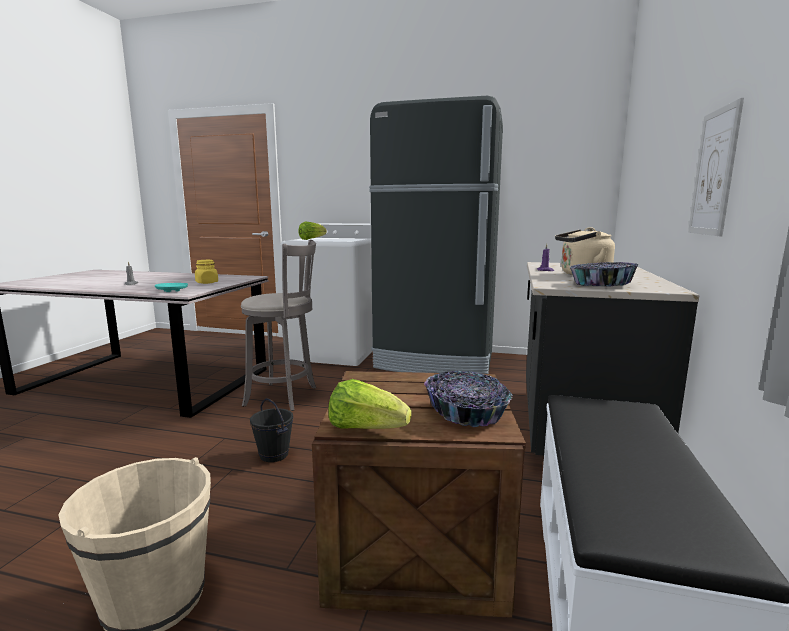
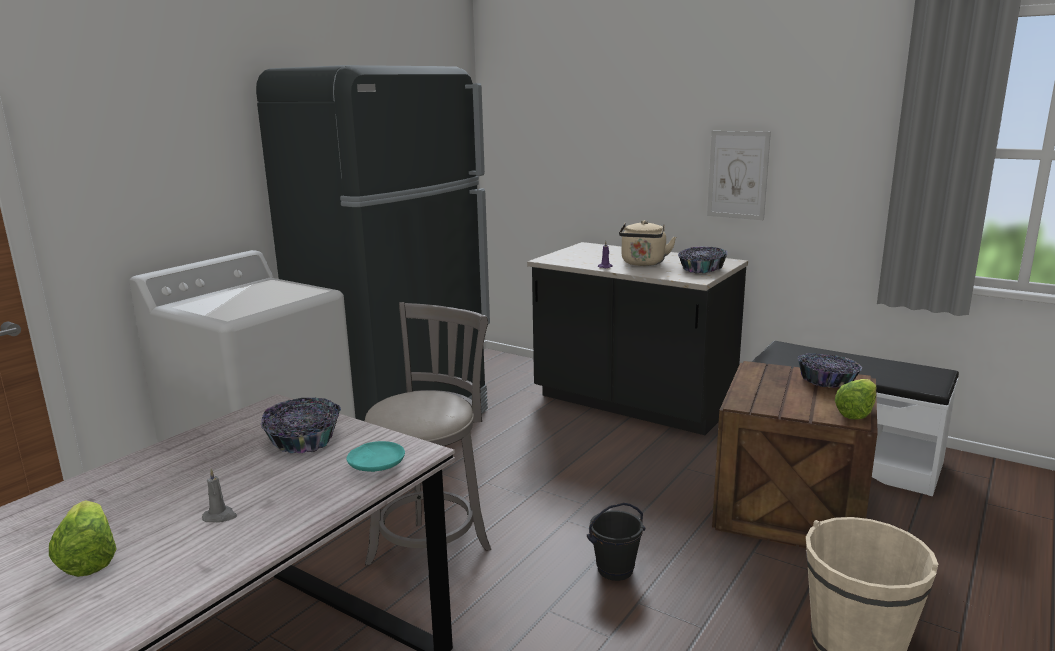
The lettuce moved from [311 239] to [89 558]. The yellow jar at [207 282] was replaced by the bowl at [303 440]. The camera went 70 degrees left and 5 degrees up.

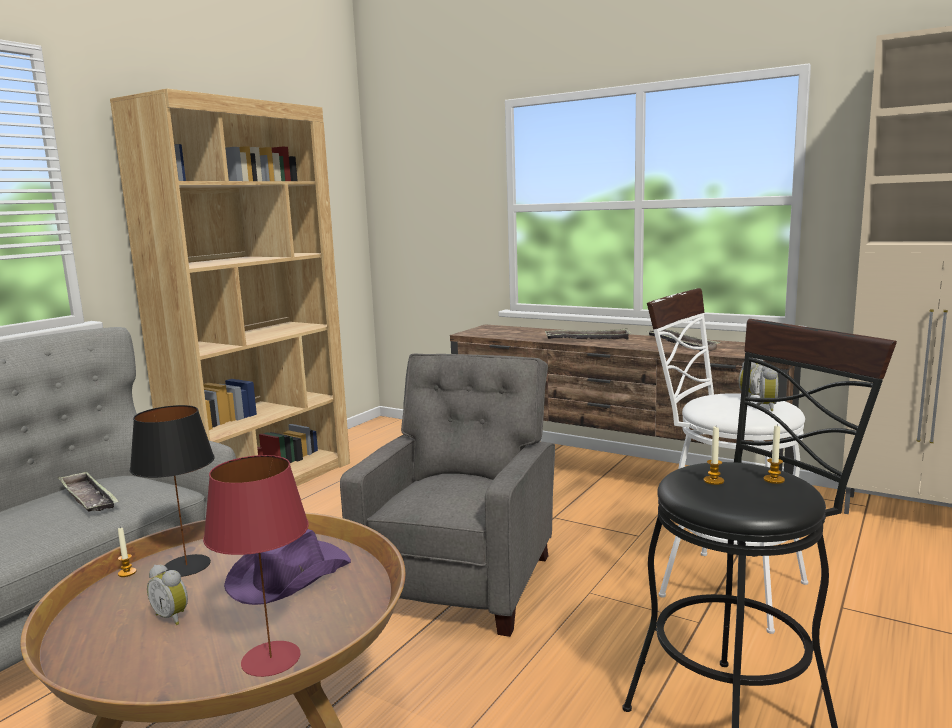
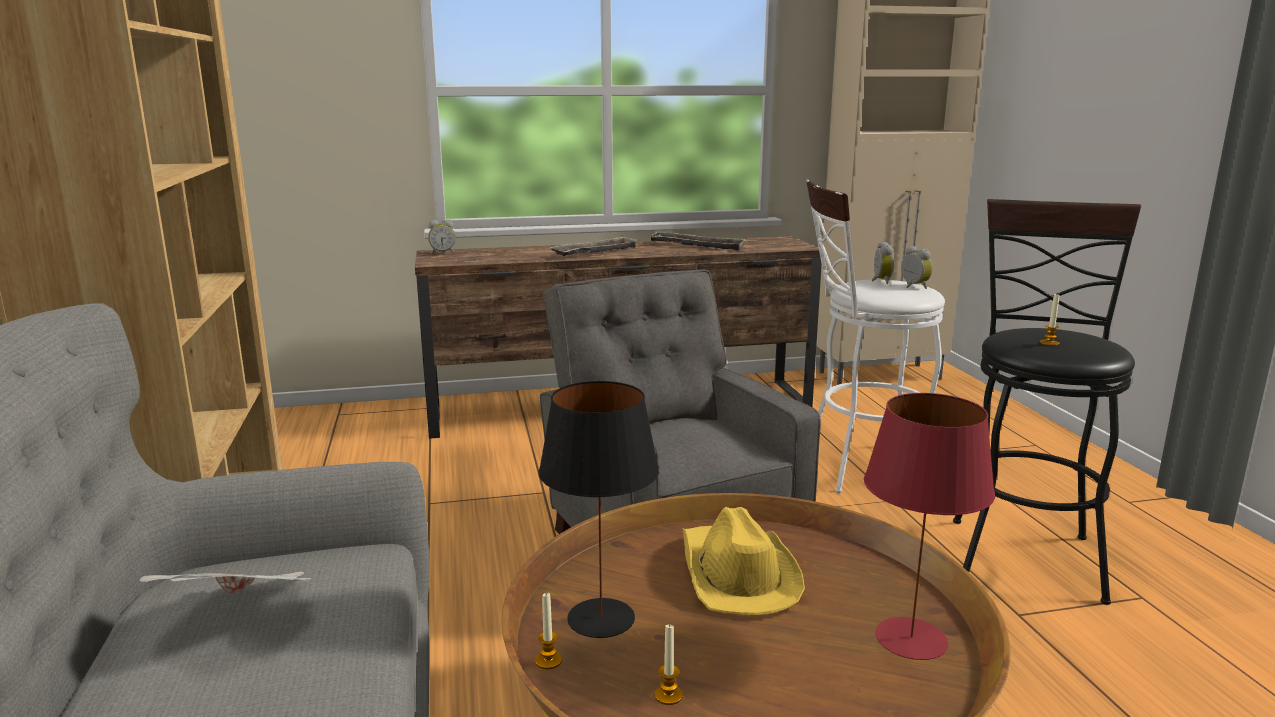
The alarm clock moved from [173 617] to [443 253]. The candle moved from [774 480] to [668 695]. The tray at [88 498] was replaced by the newspaper at [243 613]. The purple hat at [288 576] became the yellow hat at [736 573]. The camera went 45 degrees left and 5 degrees up.

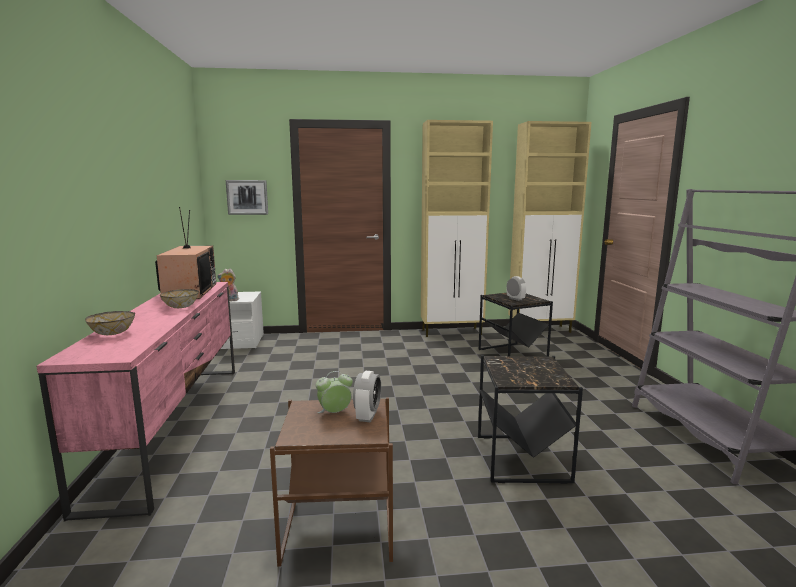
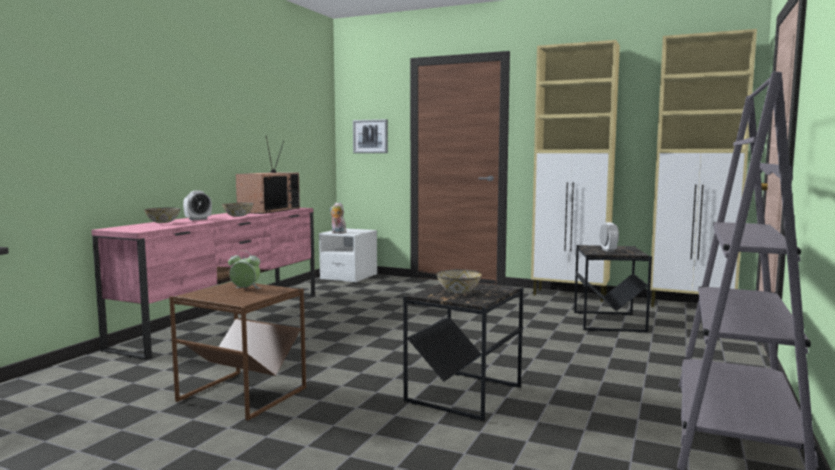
The bowl at [458 292] appeared. The alarm clock moved from [367 416] to [198 219]. The camera went 30 degrees right and 5 degrees down.

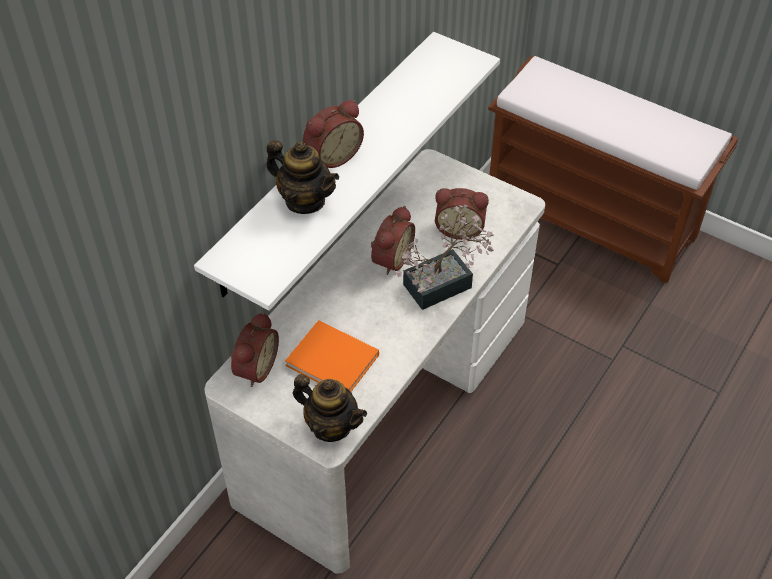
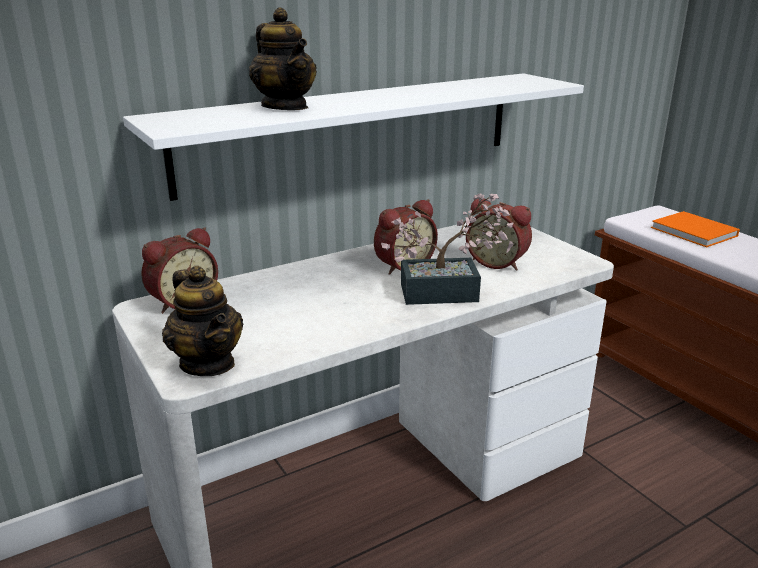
The alarm clock at [332 155] disappeared. The orange book moved from [334 361] to [695 232]. The camera went 25 degrees right and 25 degrees down.

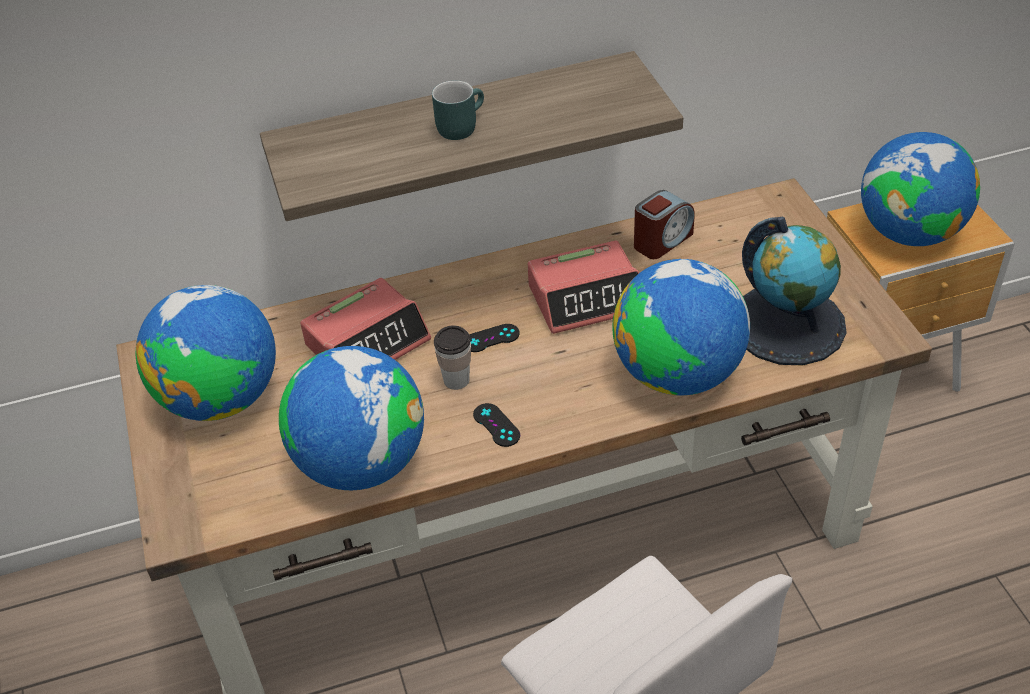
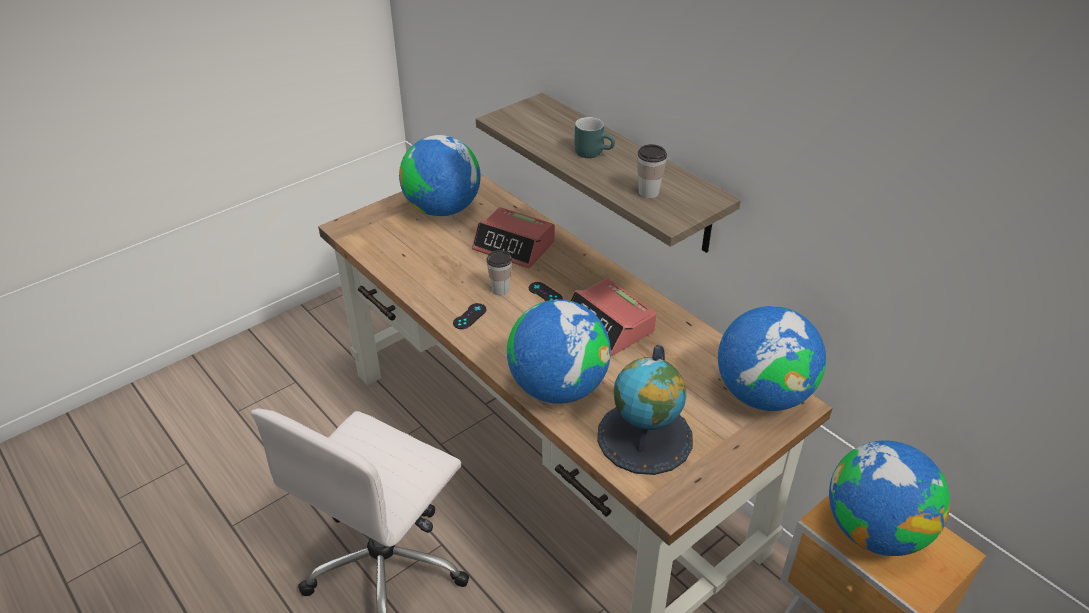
The alarm clock at [662 241] disappeared. The cup at [648 192] appeared. The globe moved from [361 464] to [762 395]. The camera went 65 degrees right and 5 degrees down.

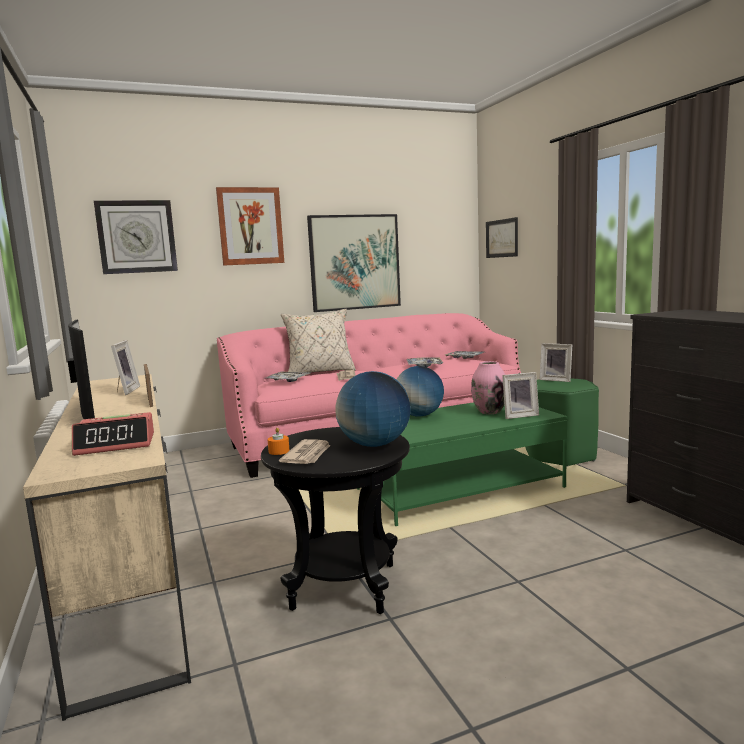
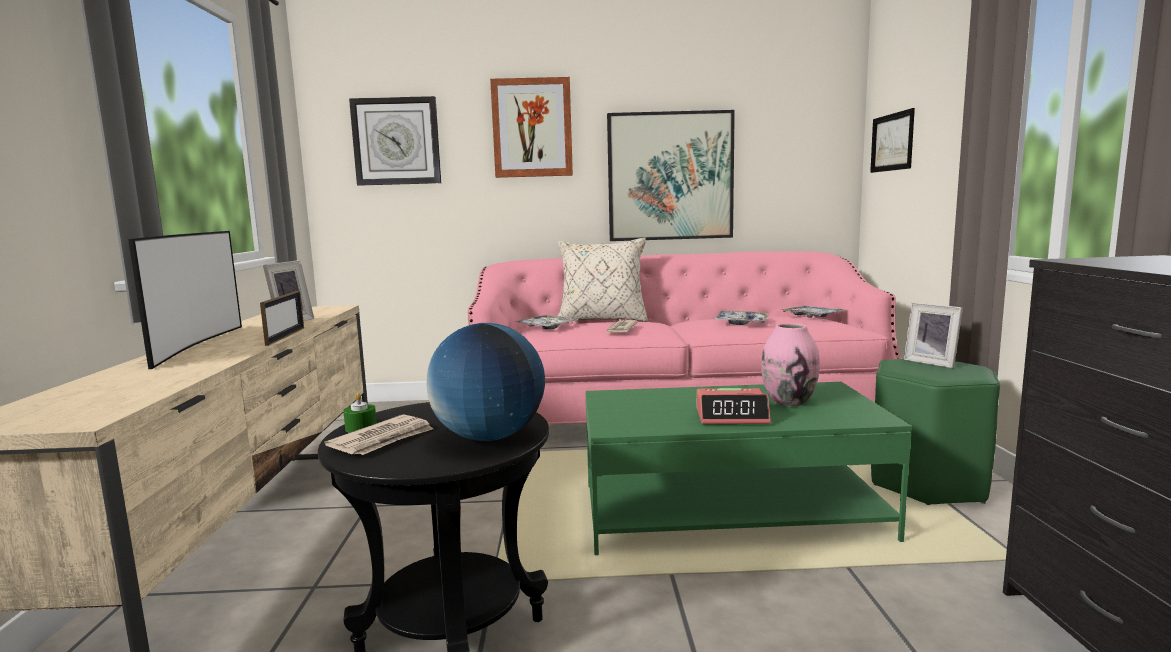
The globe at [419 415] disappeared. The picture frame at [519 415] disappeared. The alarm clock moved from [116 444] to [732 416]. The orange candle at [279 451] became the green candle at [361 427]. The camera went 20 degrees right and 0 degrees up.

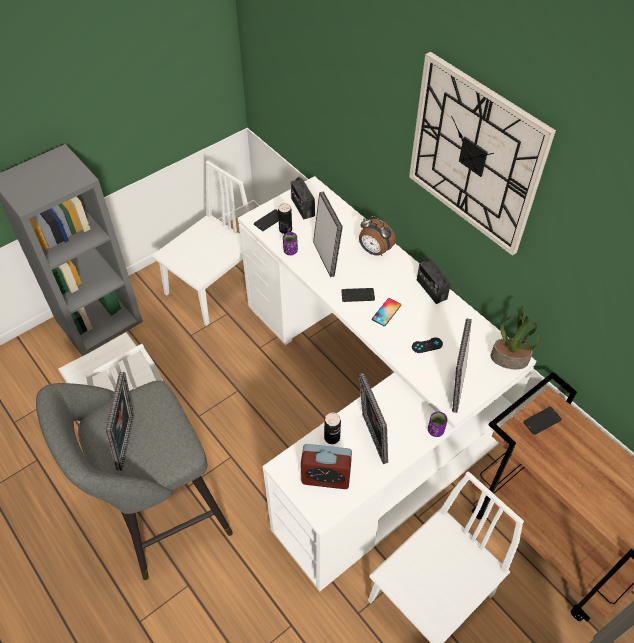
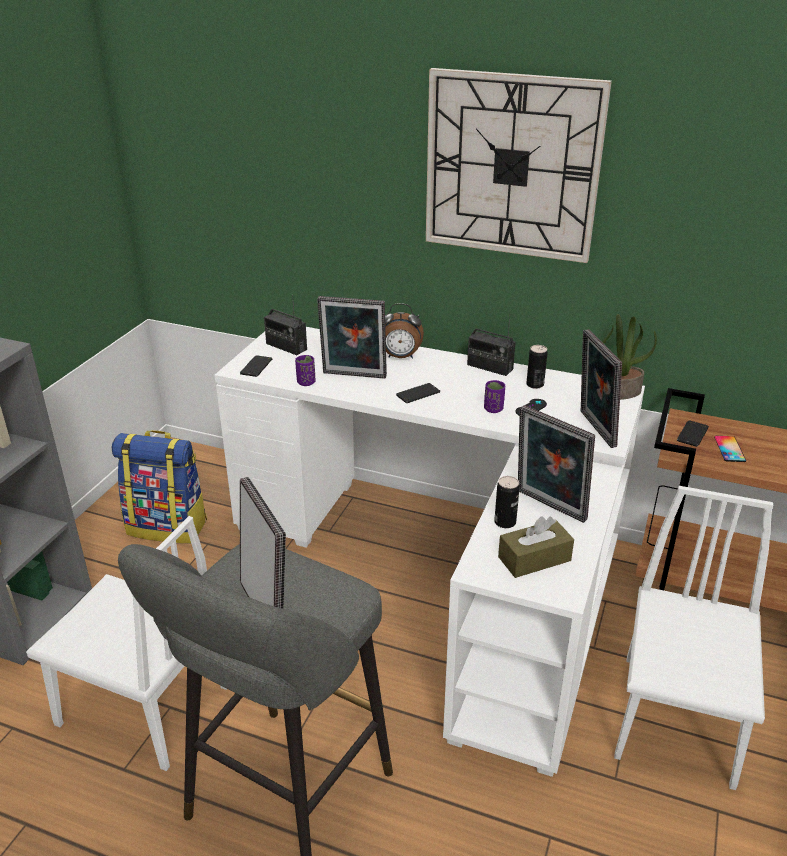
The can moved from [285 229] to [535 384]. The phone moved from [386 312] to [729 449]. The purple cup moved from [435 430] to [493 409]. The white chair at [212 288] was replaced by the backpack at [168 526]. The alarm clock at [326 477] was replaced by the brown tissue box at [534 559]. The picture frame at [326 258] turned 150 degrees clockwise. The camera went 30 degrees left and 20 degrees down.

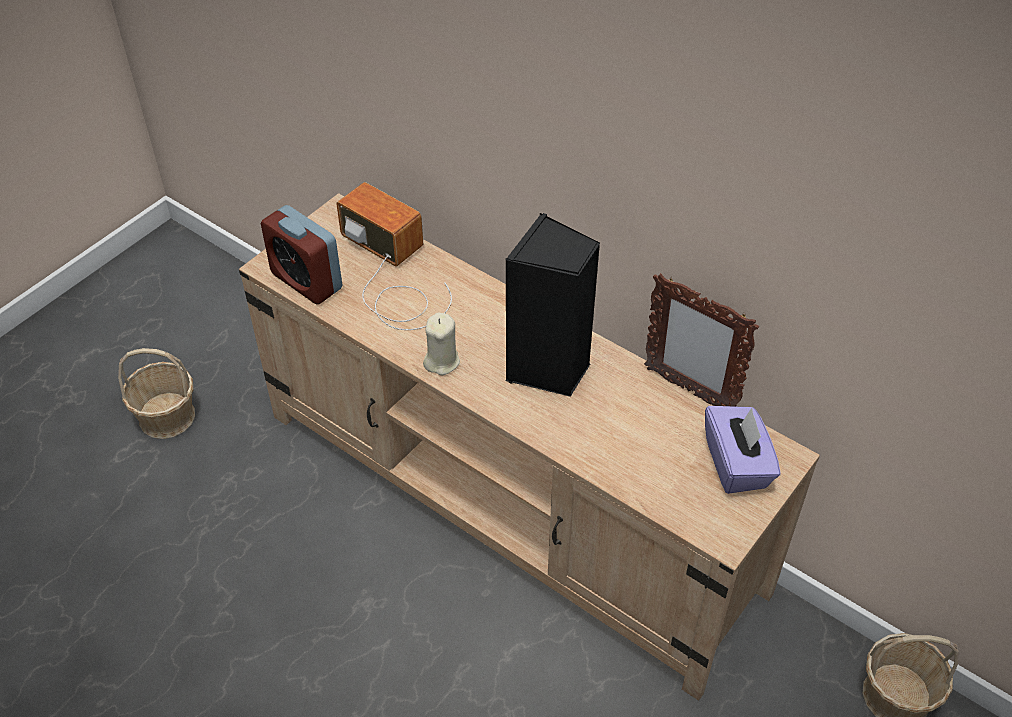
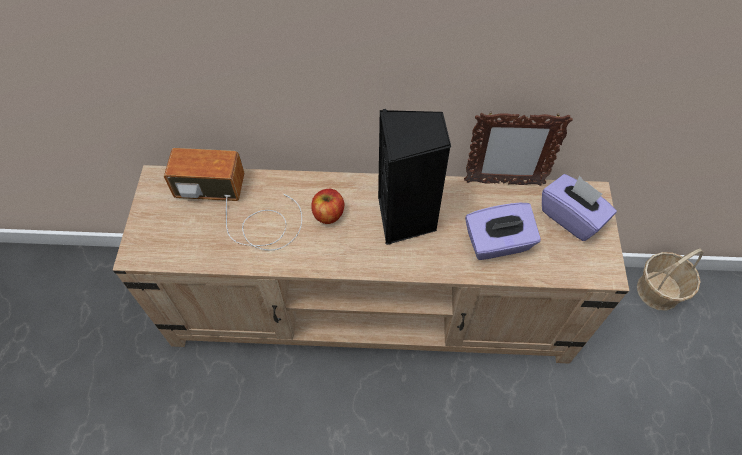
The basket at [166 416] disappeared. The alarm clock at [306 281] disappeared. The beige candle at [441 361] disappeared. The apple at [328 214] appeared. The purple tissue box at [498 243] appeared. The camera went 35 degrees left and 10 degrees up.

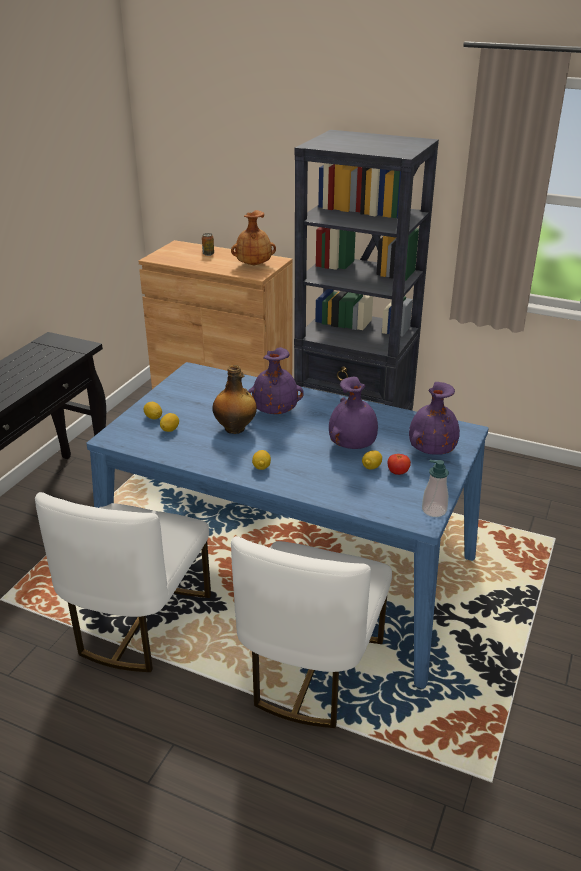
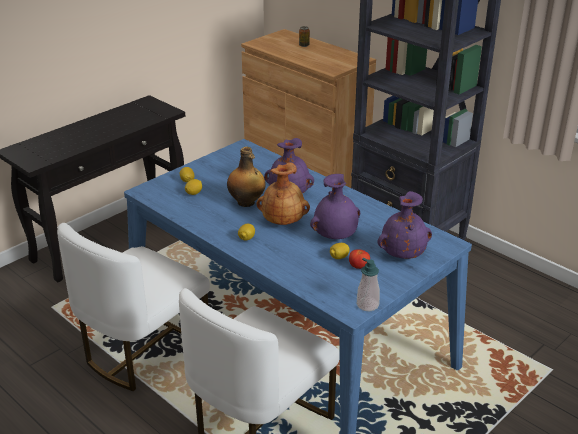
The brown vase moved from [253 265] to [283 221]. The camera went 20 degrees right and 0 degrees up.

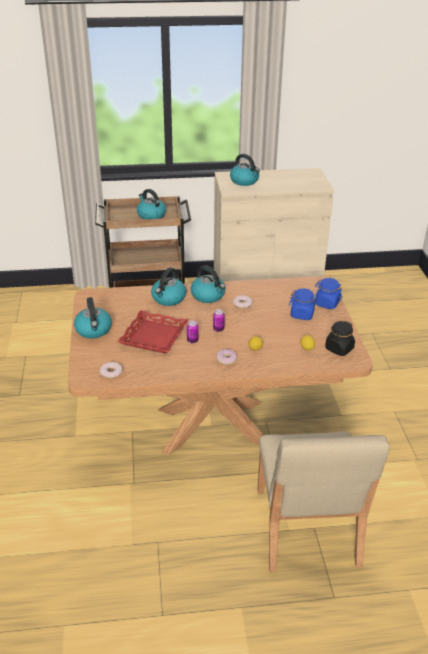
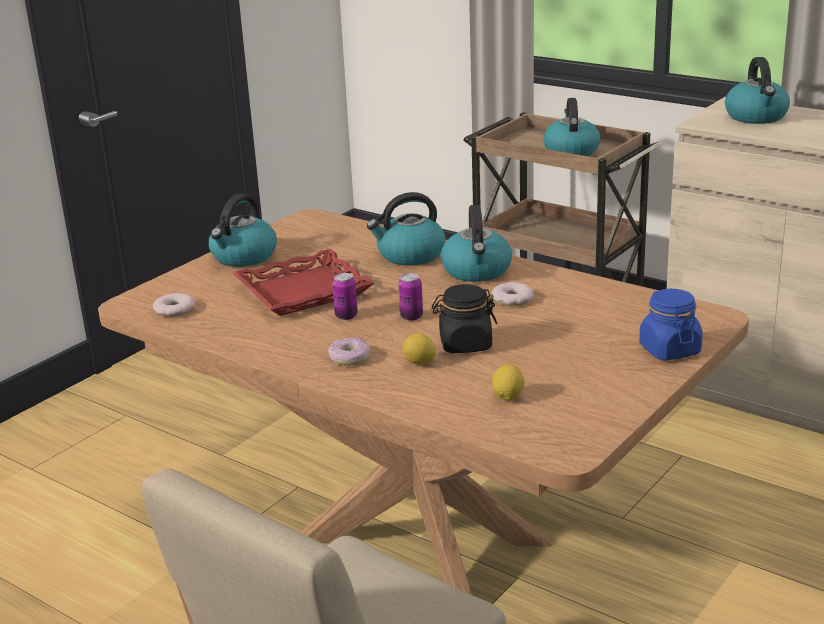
The blue jar at [302 314] disappeared. The black jar moved from [339 349] to [465 344]. The camera went 45 degrees right and 10 degrees down.

